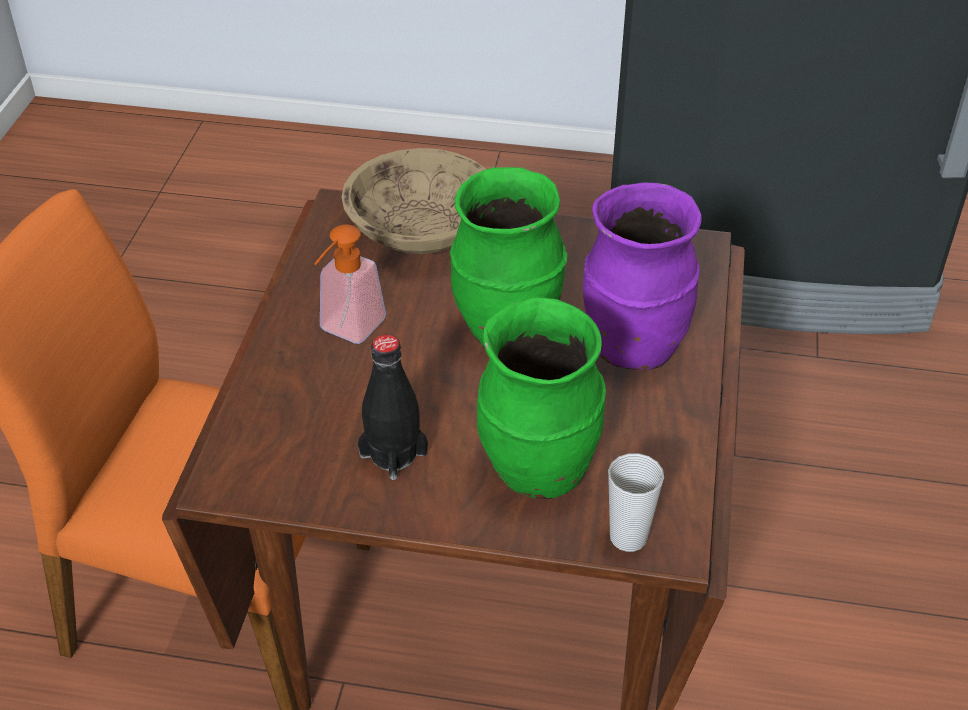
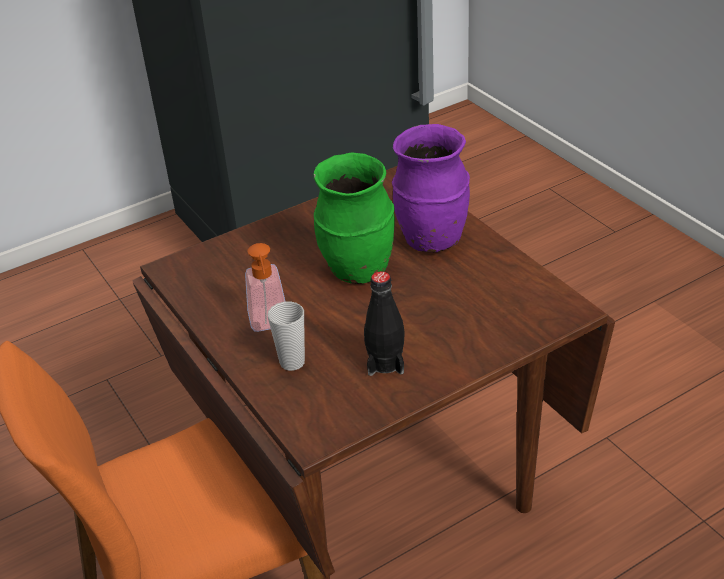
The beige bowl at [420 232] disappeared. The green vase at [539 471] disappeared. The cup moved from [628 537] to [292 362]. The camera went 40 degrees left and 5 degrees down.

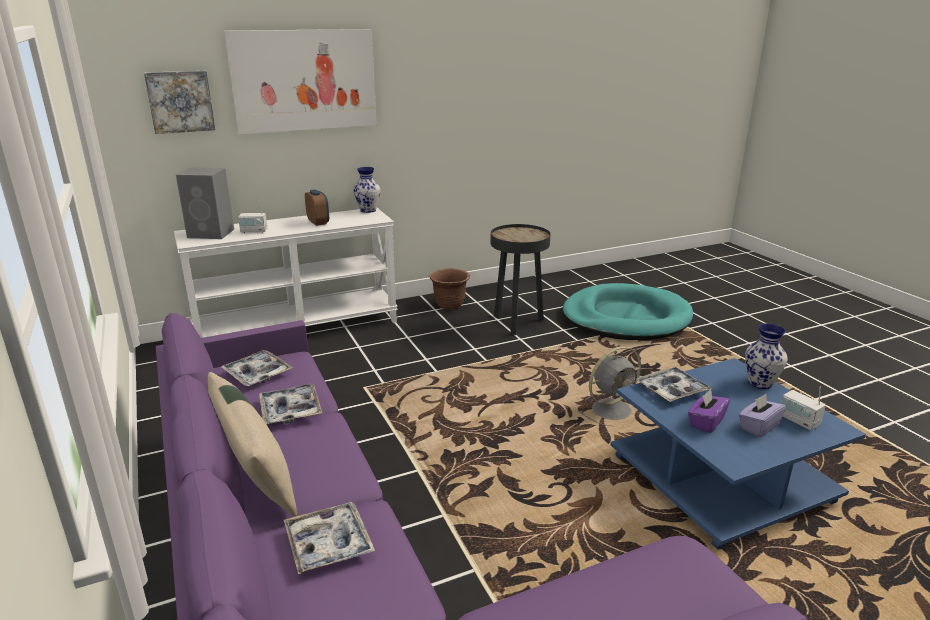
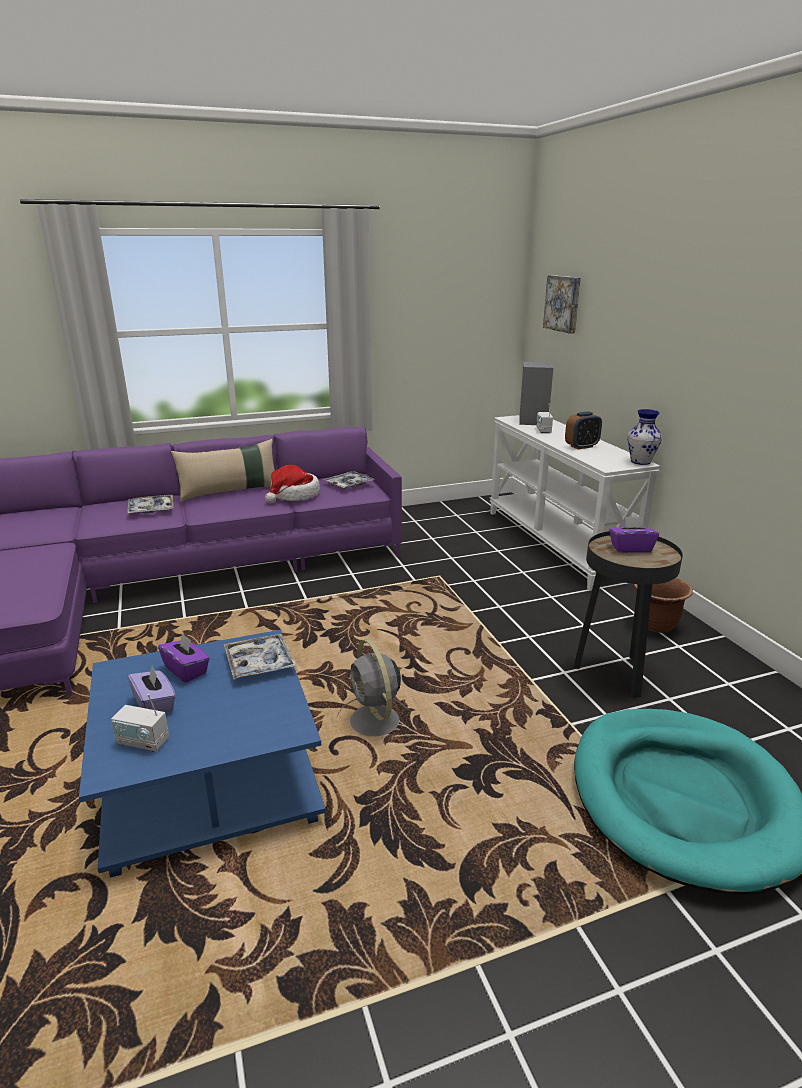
The picture at [304 80] disappeared. The vase at [760 383] disappeared. The purple tissue box at [630 548] appeared. The tray at [290 410] was replaced by the hat at [294 495]. The radio at [798 421] turned 135 degrees counterclockwise. The camera went 95 degrees right and 0 degrees up.

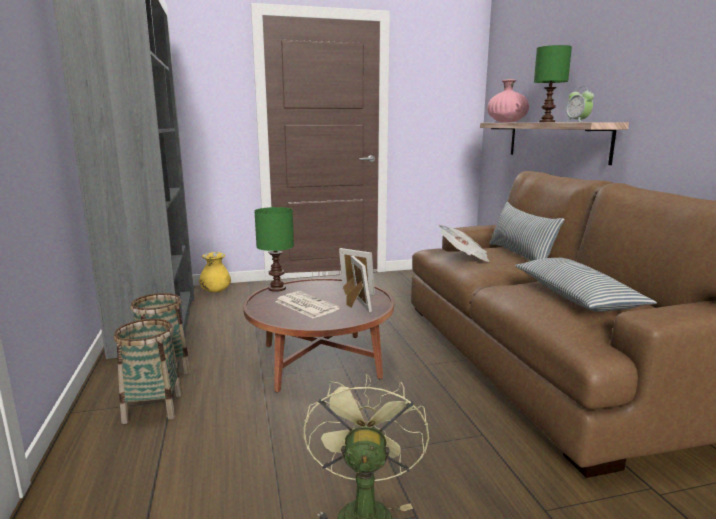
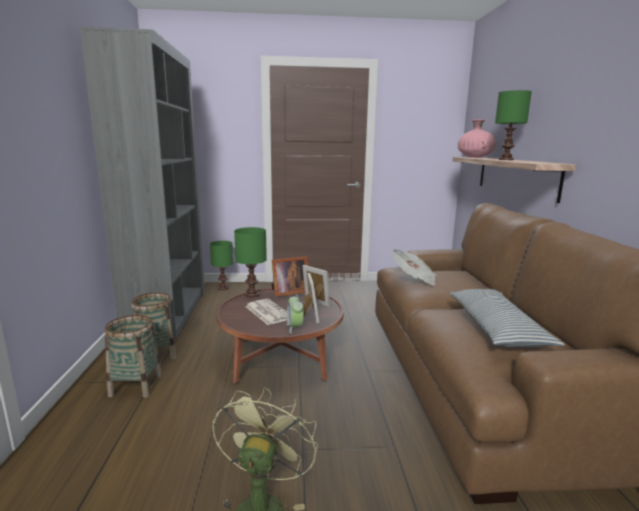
The pillow at [520 255] disappeared. The picture frame at [288 292] appeared. The alarm clock moved from [577 122] to [294 328]. The yellow vase at [215 291] was replaced by the green table lamp at [223 288]. The camera went 10 degrees right and 0 degrees up.

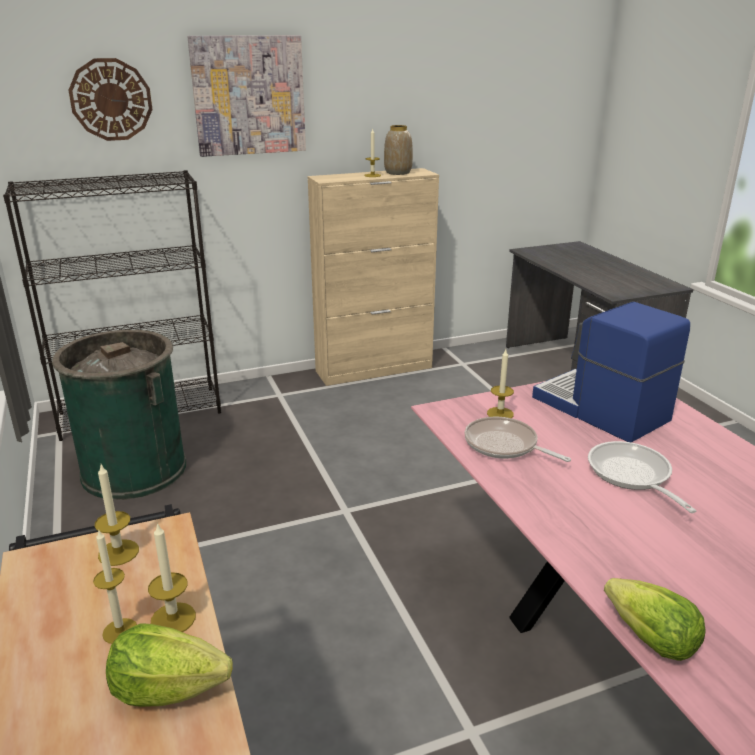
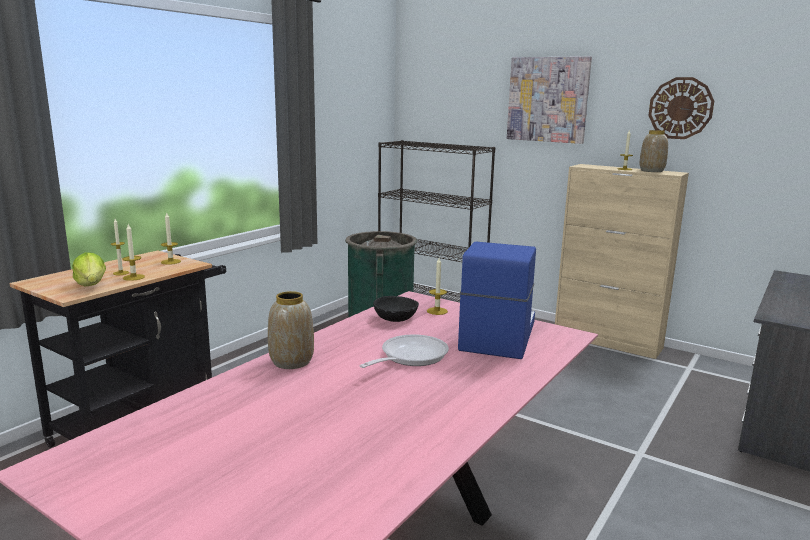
The lettuce at [650 640] disappeared. The vase at [292 361] appeared. The wall clock moved from [111 100] to [680 108]. The frying pan at [504 445] was replaced by the black bowl at [395 319]. The camera went 55 degrees right and 10 degrees down.

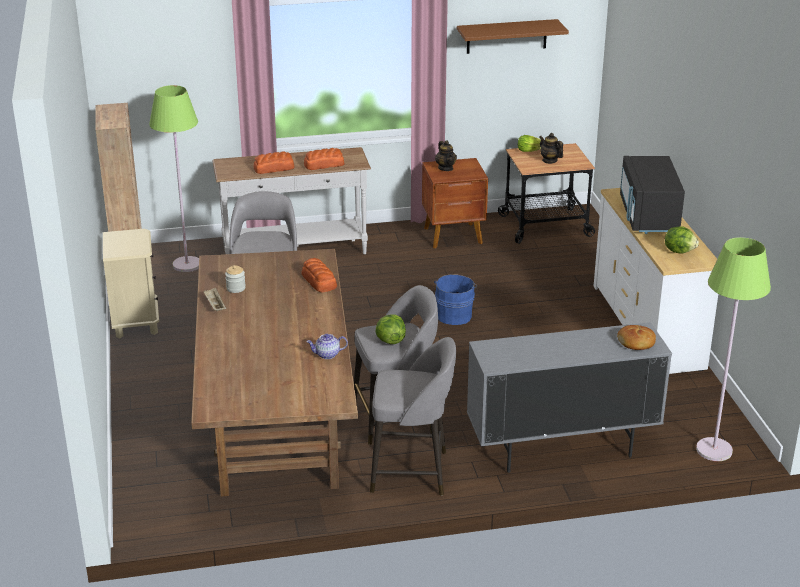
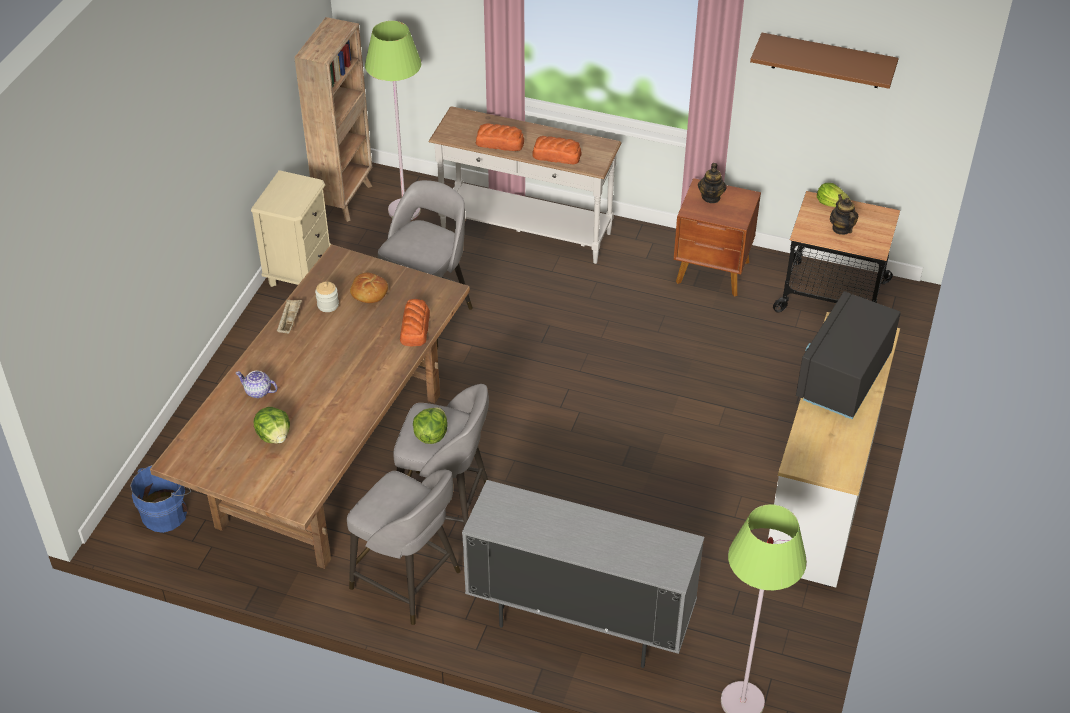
The teapot moved from [327 355] to [257 391]. The blue bucket moved from [454 315] to [166 513]. The bread moved from [636 343] to [369 293]. The lettuce moved from [679 251] to [274 436]. The camera went 30 degrees right and 15 degrees up.

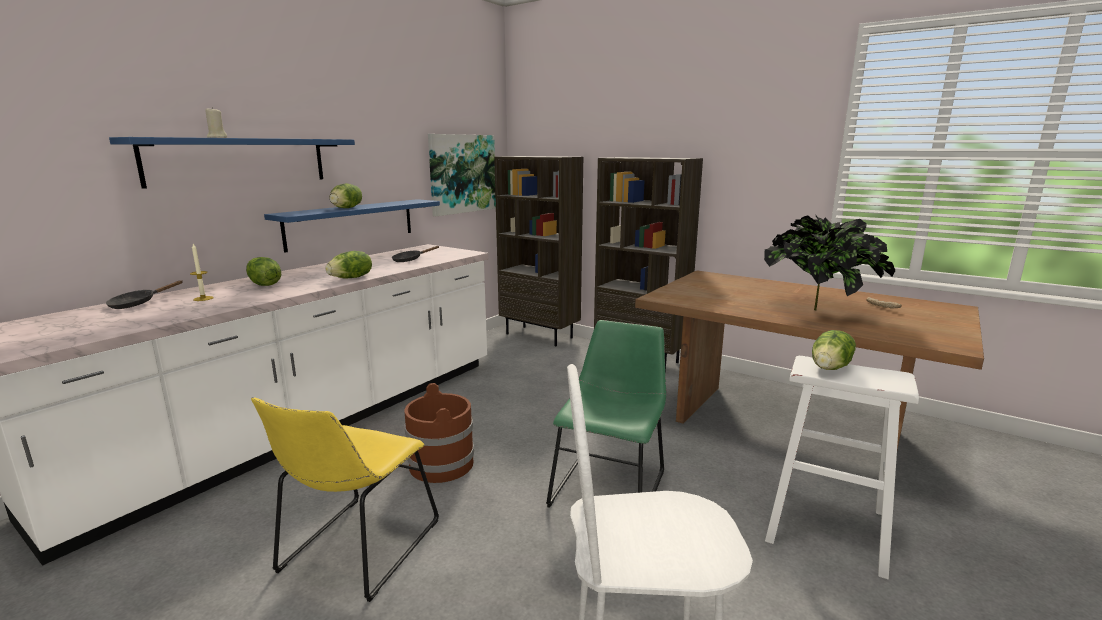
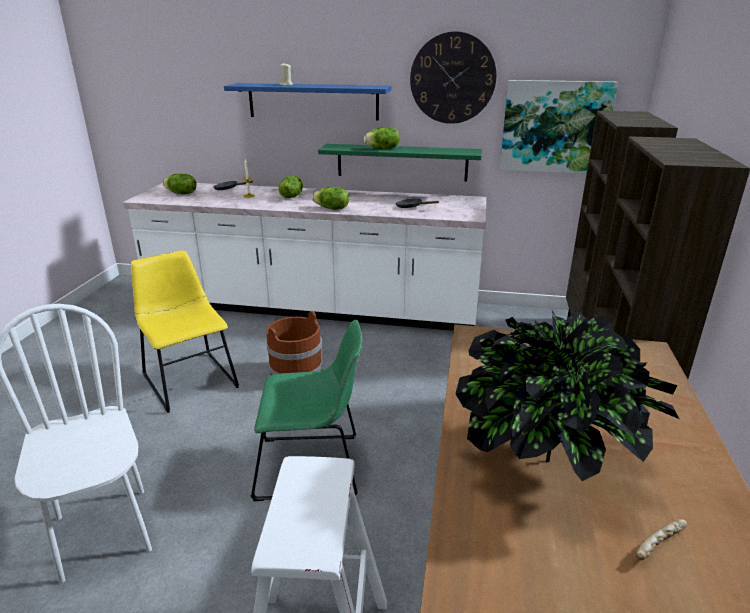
The wall clock at [452 78] appeared. The lettuce moved from [831 368] to [181 193]. The blue shelf at [351 223] became the green shelf at [402 162]. The yellow chair at [356 550] turned 60 degrees clockwise. The camera went 65 degrees right and 10 degrees up.

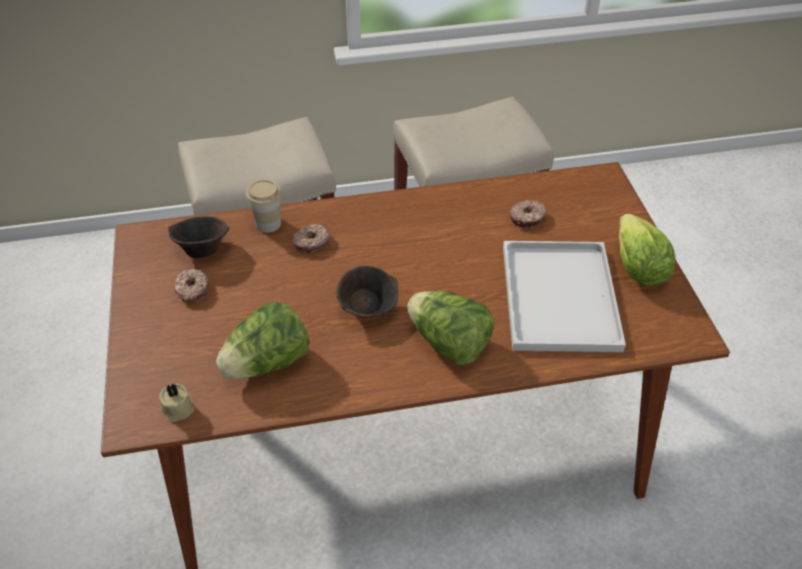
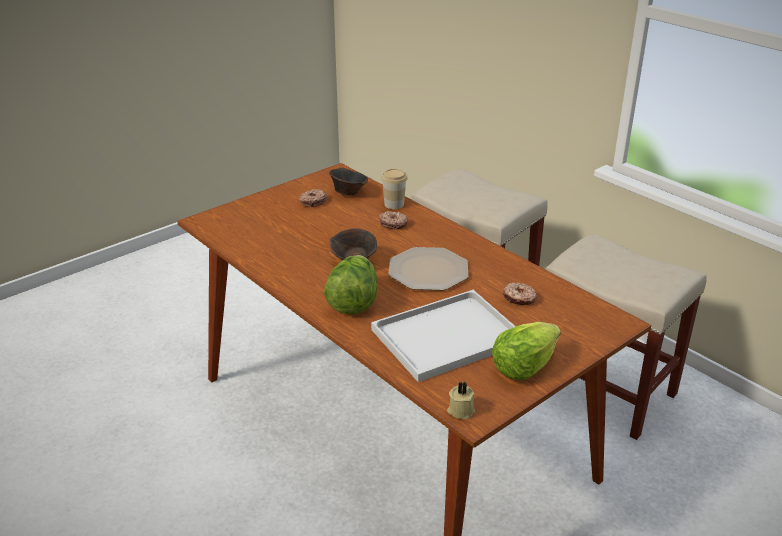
The lettuce at [268 363] disappeared. The plate at [428 270] appeared. The beige candle moved from [177 409] to [460 410]. The camera went 60 degrees right and 15 degrees down.

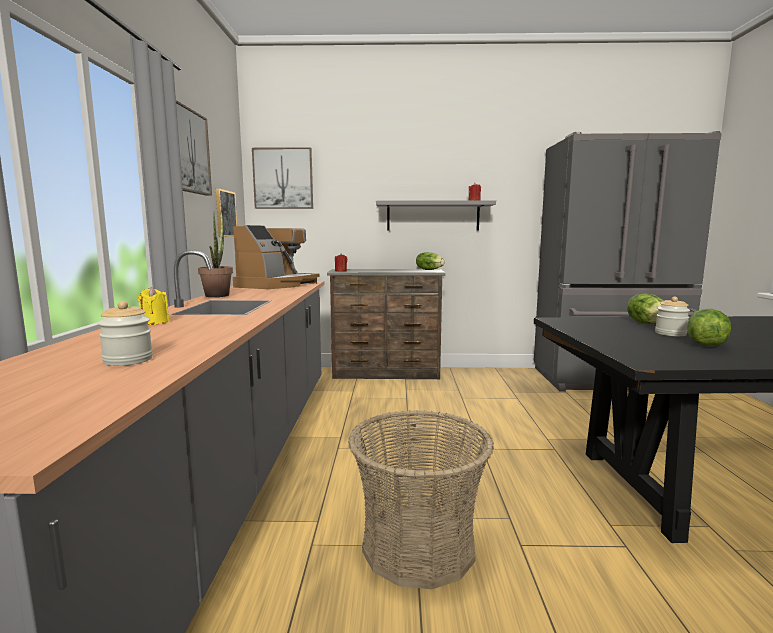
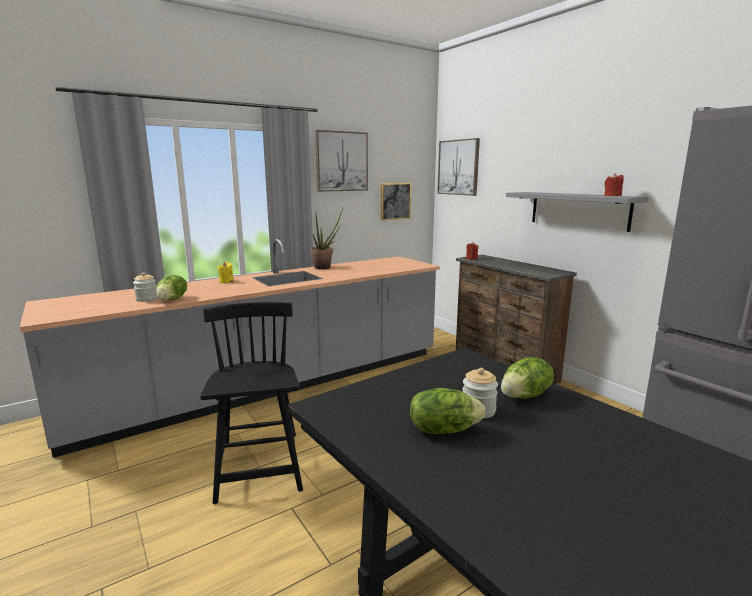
The coffee machine at [276 285] disappeared. The lettuce moved from [429 270] to [172 300]. The basket at [418 546] was replaced by the black chair at [259 467]. The camera went 55 degrees right and 5 degrees up.

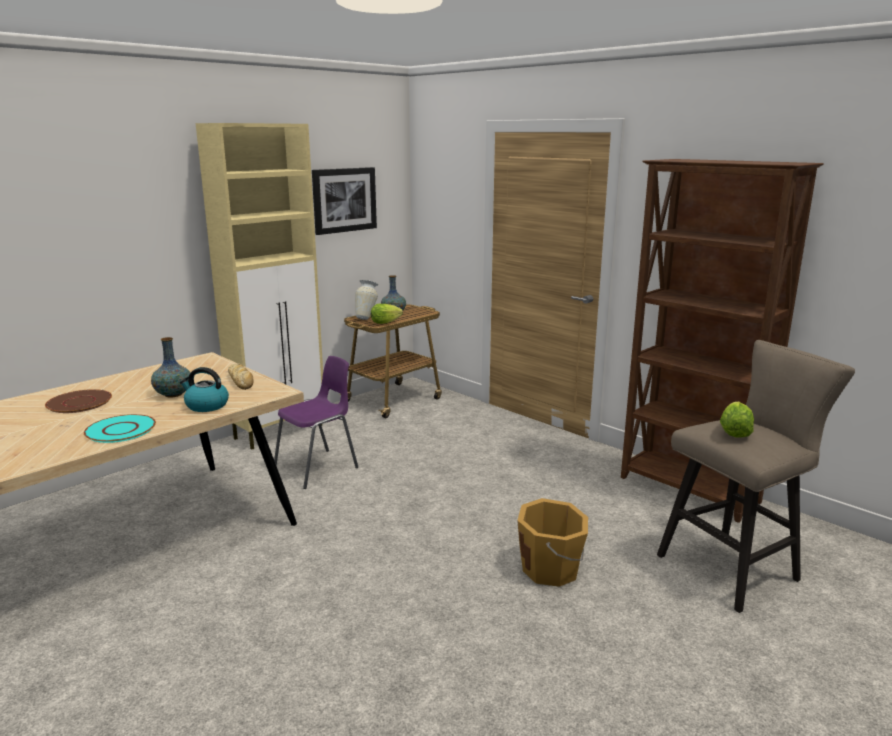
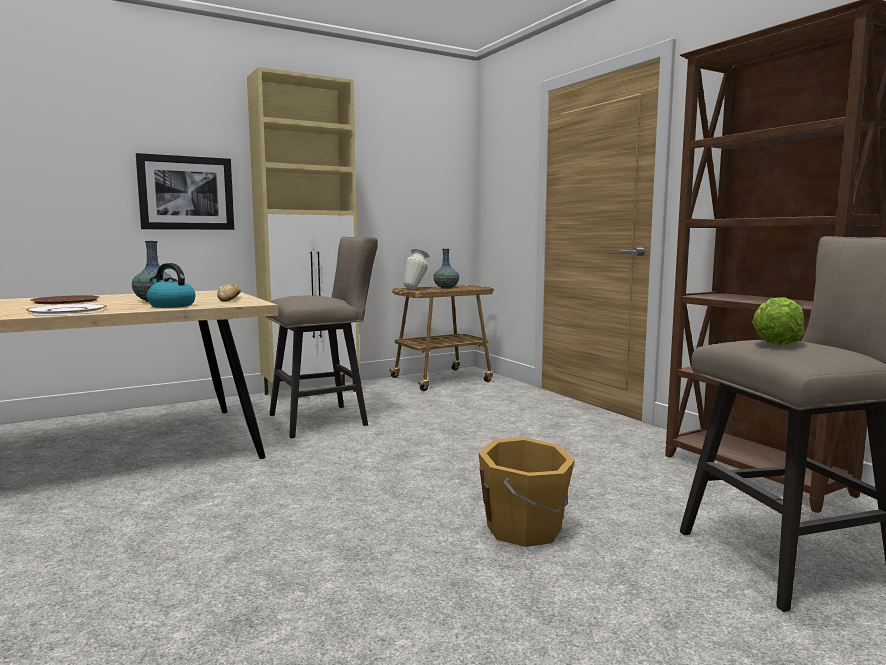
The lettuce at [385 322] disappeared. The picture moved from [344 200] to [186 193]. The purple chair at [318 468] was replaced by the beige stool at [325 419]. The turquoise plate at [120 430] became the white plate at [67 311]. The camera went 15 degrees right and 10 degrees down.

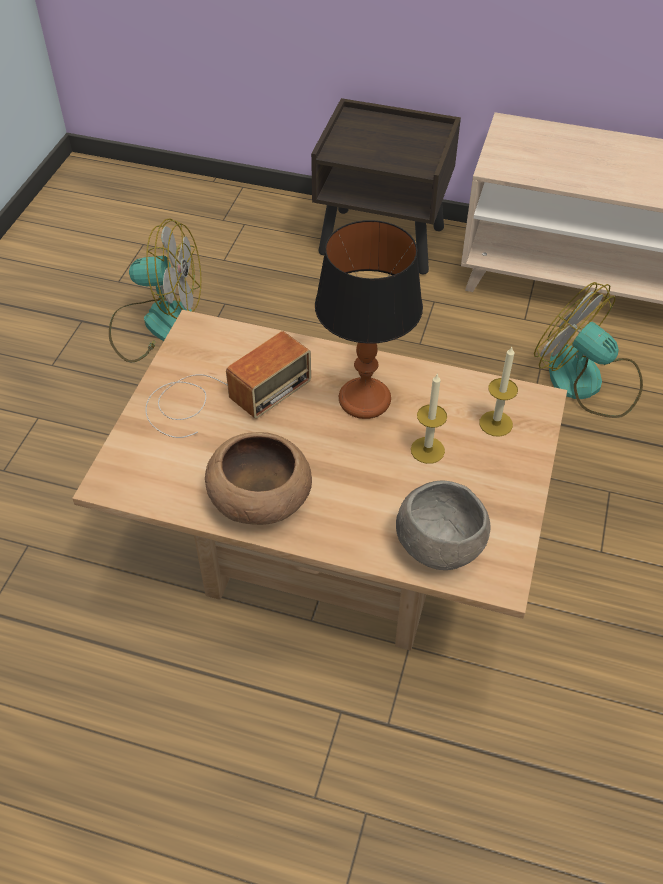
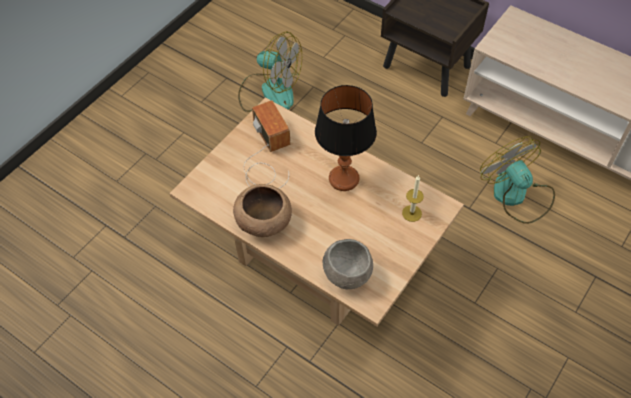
The candle at [427 450] disappeared. The radio at [221 397] turned 90 degrees counterclockwise. The camera went 20 degrees right and 5 degrees up.

